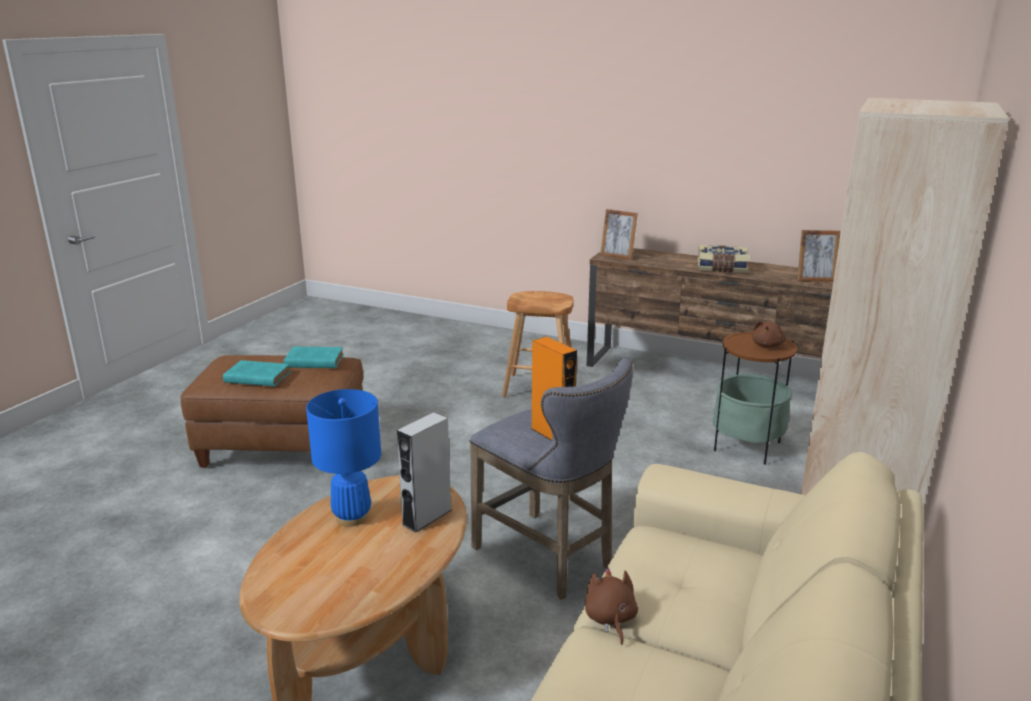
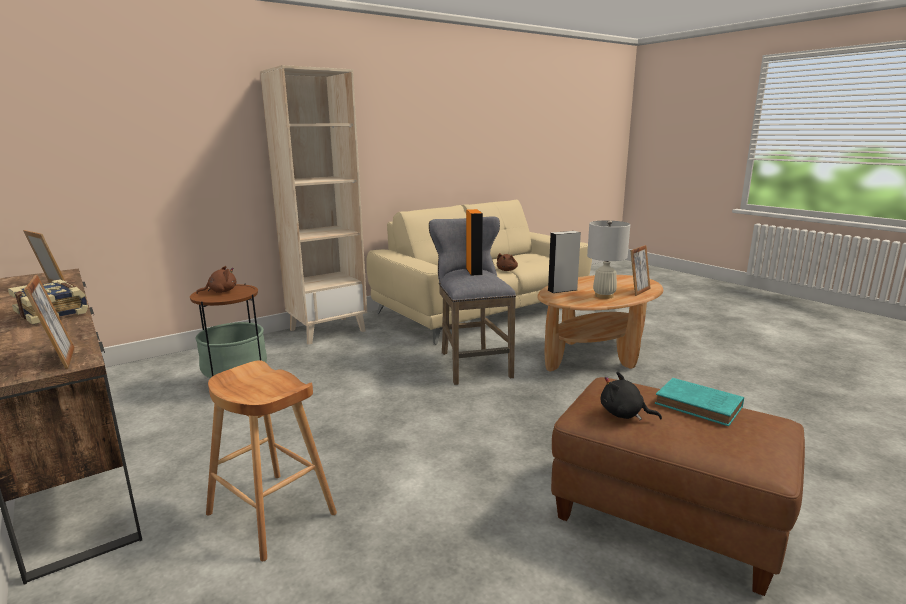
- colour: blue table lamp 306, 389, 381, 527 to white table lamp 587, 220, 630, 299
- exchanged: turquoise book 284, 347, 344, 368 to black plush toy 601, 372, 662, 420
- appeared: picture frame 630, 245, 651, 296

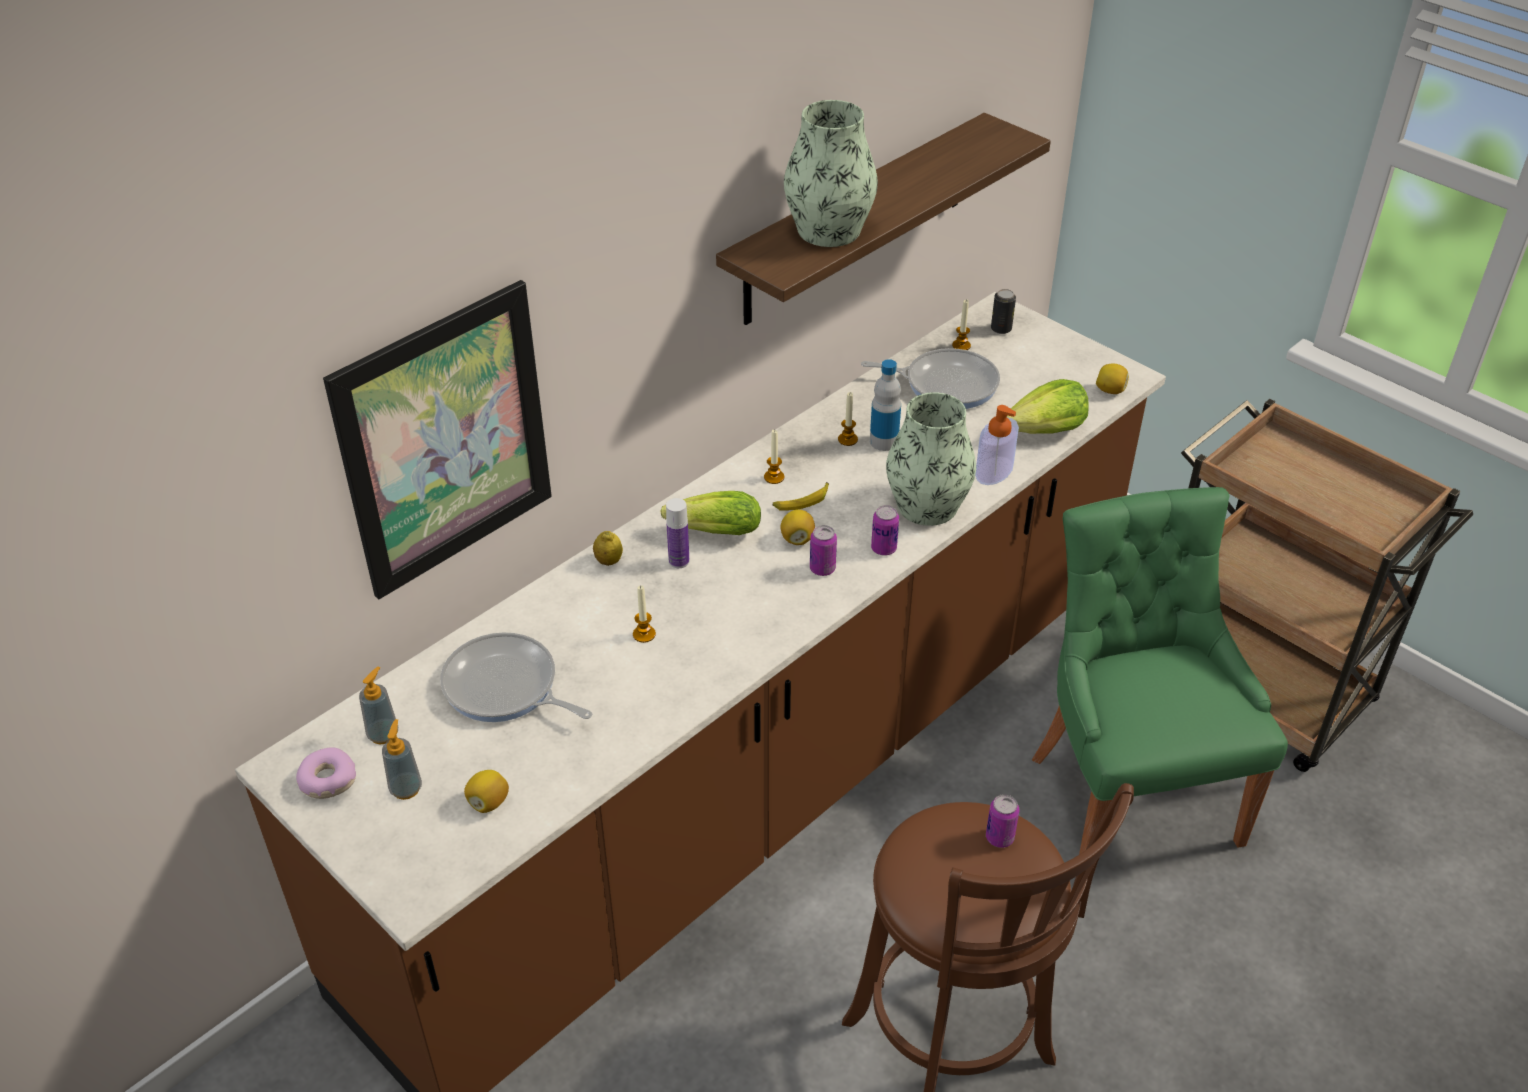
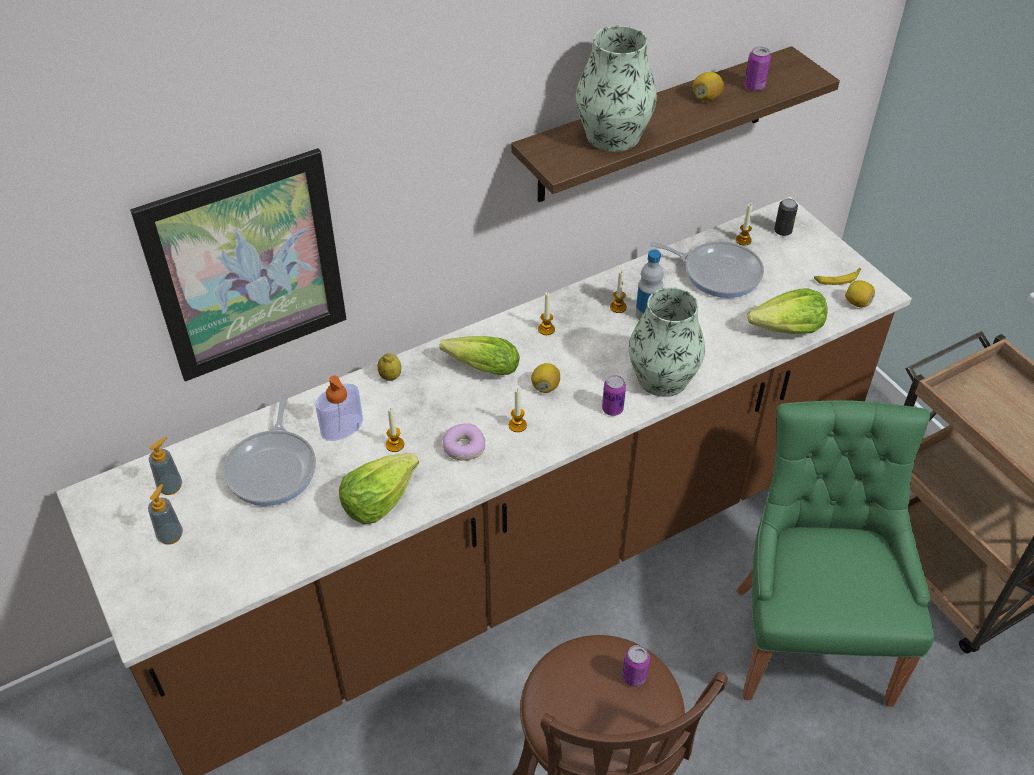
- spun: frying pan 440, 632, 593, 722 = 223, 394, 316, 506 135 degrees counterclockwise
- relocated: soap dispenser 975, 405, 1019, 485 to 315, 376, 363, 441
- appeared: lettuce 339, 453, 419, 524
- relocated: donut 296, 747, 356, 799 to 443, 423, 485, 461
- appeared: candle 509, 388, 527, 432
- relocated: lemon 464, 770, 509, 813 to 693, 72, 724, 101
- relocated: can 810, 525, 837, 576 to 744, 46, 771, 91
- relocated: banana 773, 482, 829, 511 to 814, 268, 861, 285
- missing: bottle 666, 498, 689, 568

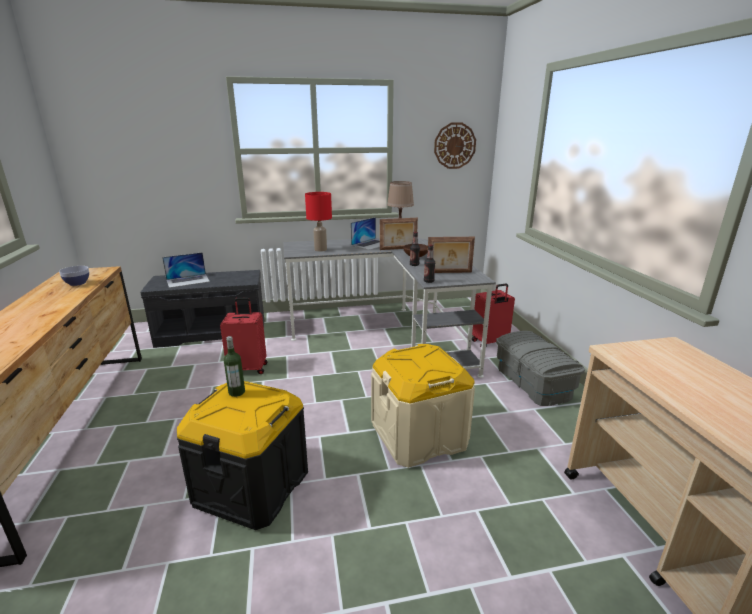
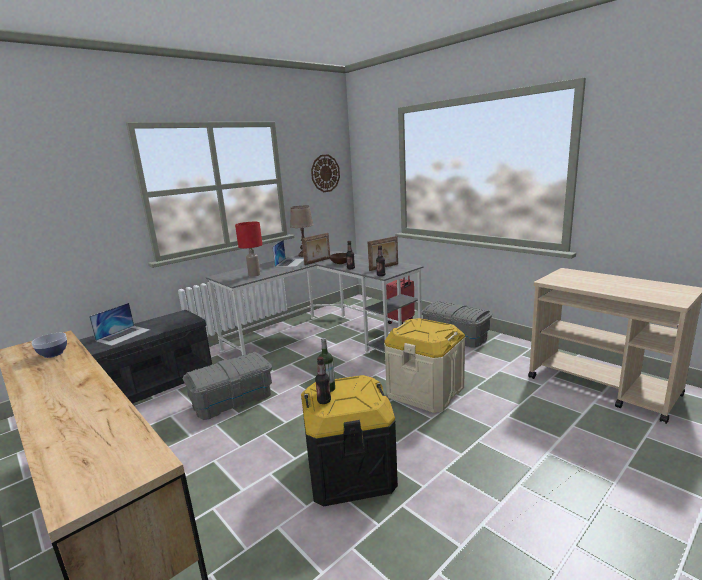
- exchanged: red suitcase 220, 298, 267, 374 to grey storage box 183, 352, 272, 420
- appeared: bottle 315, 357, 331, 404

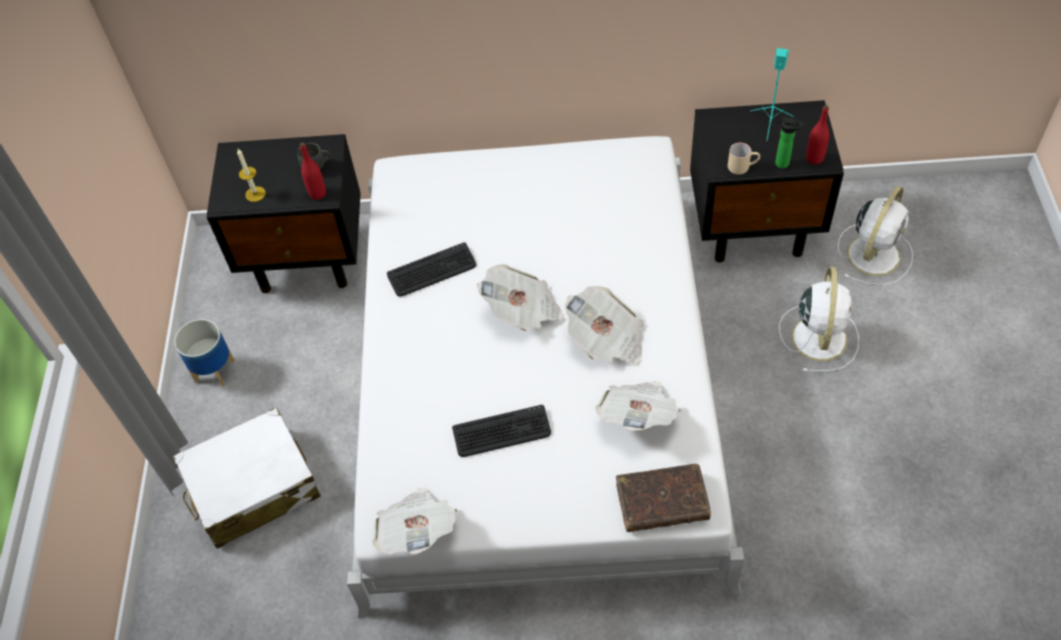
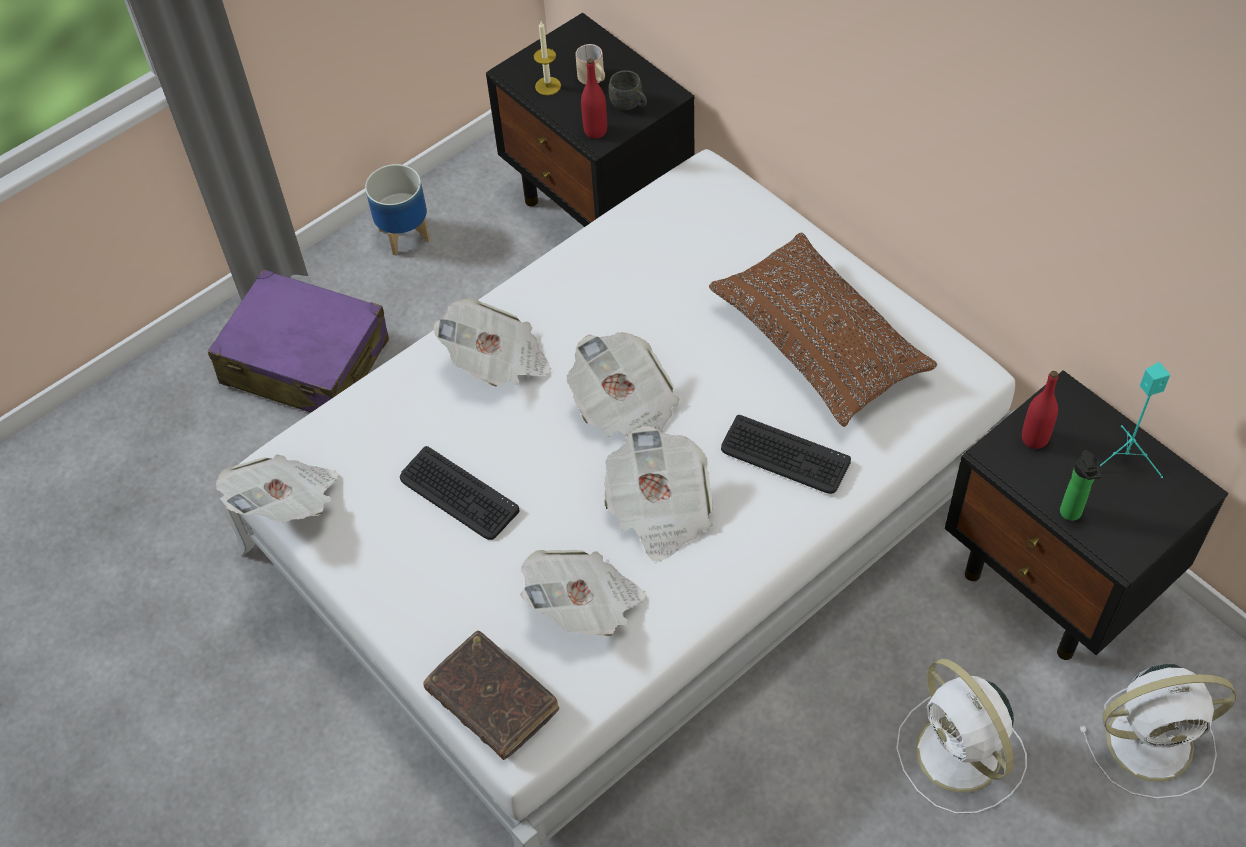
- colour: white suitcase 173, 407, 321, 549 to purple suitcase 208, 269, 389, 413
- appeared: newspaper 433, 298, 551, 387
- relocated: beige mug 728, 142, 760, 174 to 575, 44, 605, 85
- appeared: brown pillow 709, 233, 937, 427
- relocated: keyboard 387, 242, 476, 297 to 721, 415, 851, 494
- spun: white fan 779, 267, 859, 372 = 896, 659, 1027, 814 90 degrees clockwise
- relocated: red bottle 806, 105, 829, 165 to 1022, 371, 1058, 449

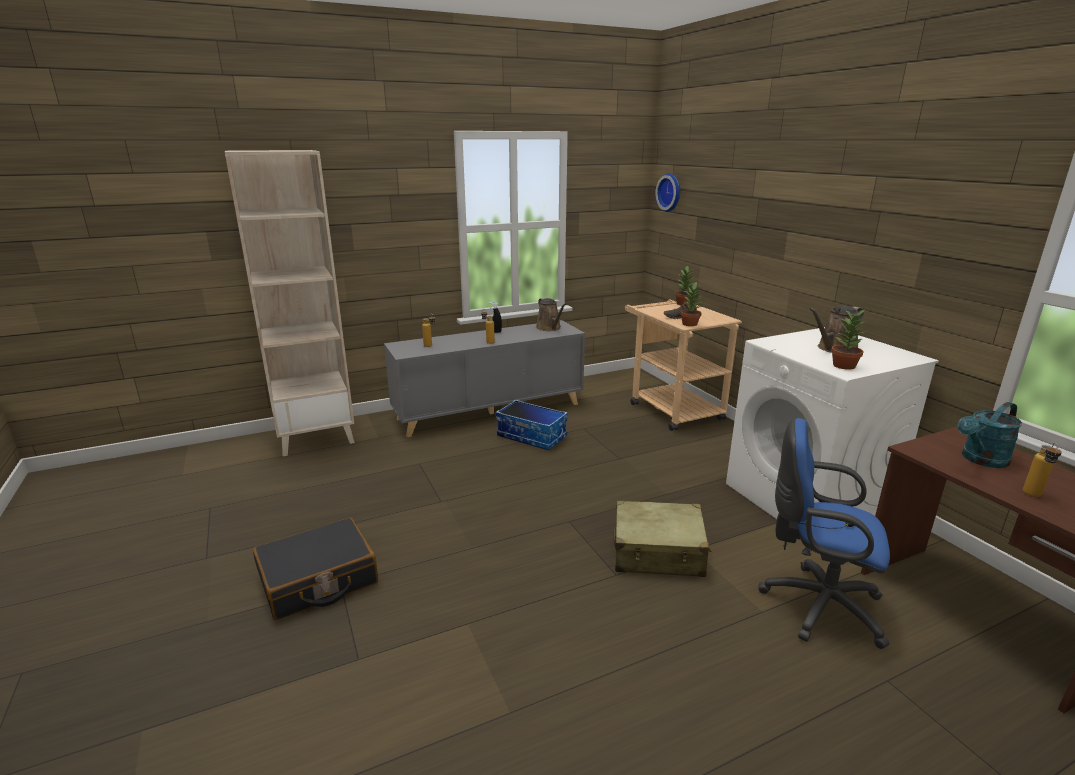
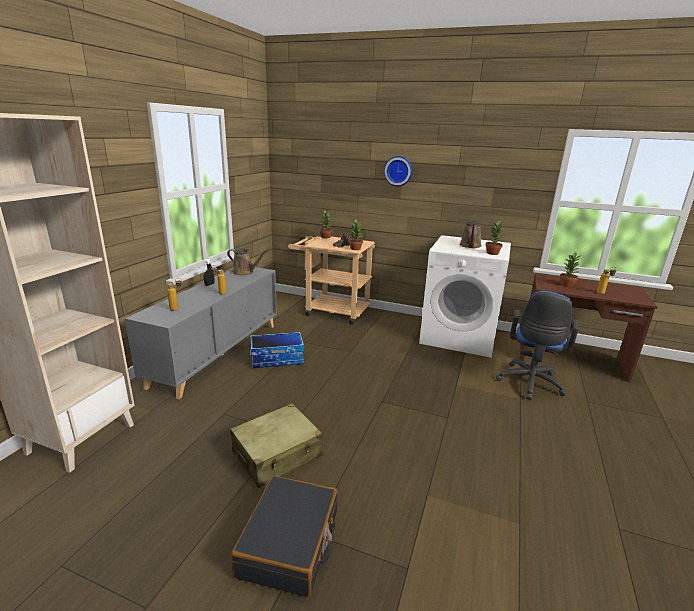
- relocated: beige suitcase 613, 501, 712, 577 to 230, 403, 323, 488
- relocated: wall clock 655, 173, 680, 212 to 384, 156, 412, 186
- spun: blue office chair 758, 418, 890, 649 = 496, 291, 578, 400 45 degrees counterclockwise
- exchanged: turquoise watering can 957, 402, 1022, 468 to potted plant 560, 252, 580, 287

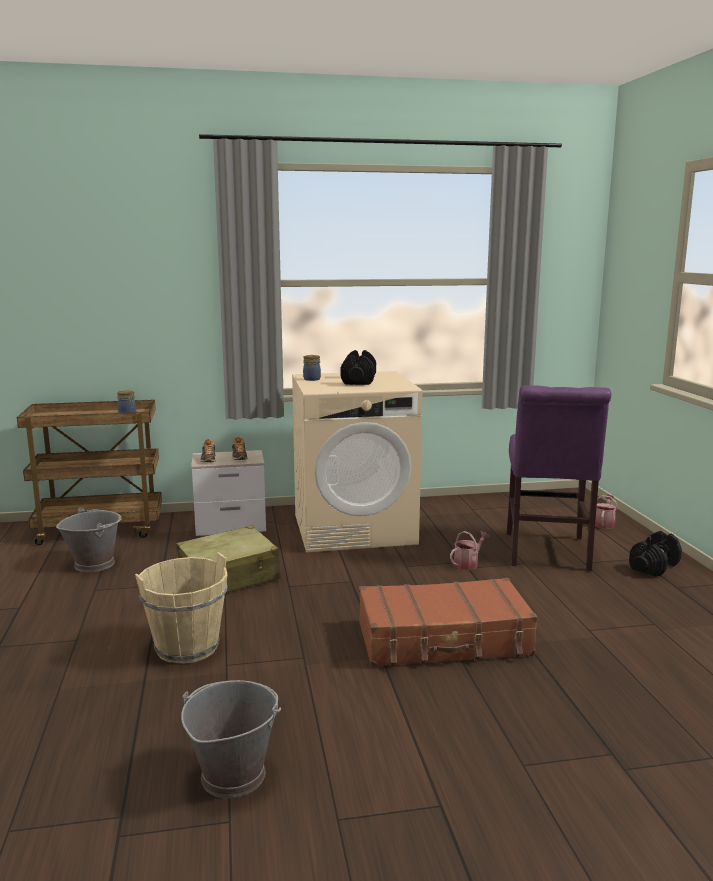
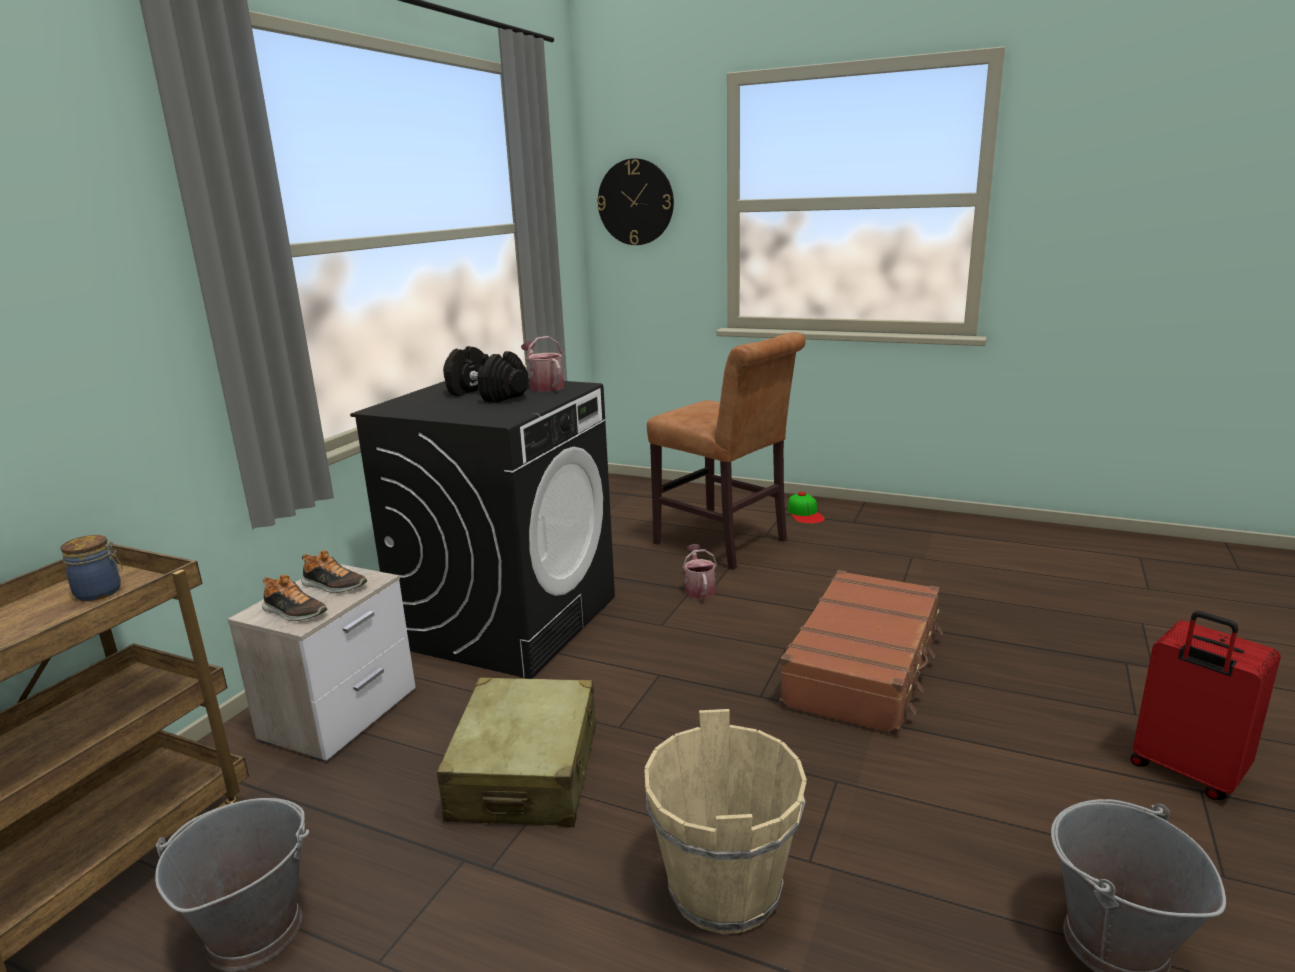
- colour: beige washing machine 292, 371, 423, 553 to black washing machine 350, 379, 615, 679
- relocated: watering can 595, 495, 618, 529 to 521, 336, 564, 392
- appeared: wall clock 597, 158, 674, 245
- colour: purple chair 507, 385, 611, 571 to brown chair 647, 332, 806, 570
- exchanged: black dumbbell 629, 531, 682, 577 to cap 788, 492, 825, 524
- appeared: red suitcase 1130, 611, 1281, 800
- missing: jar 303, 355, 321, 381

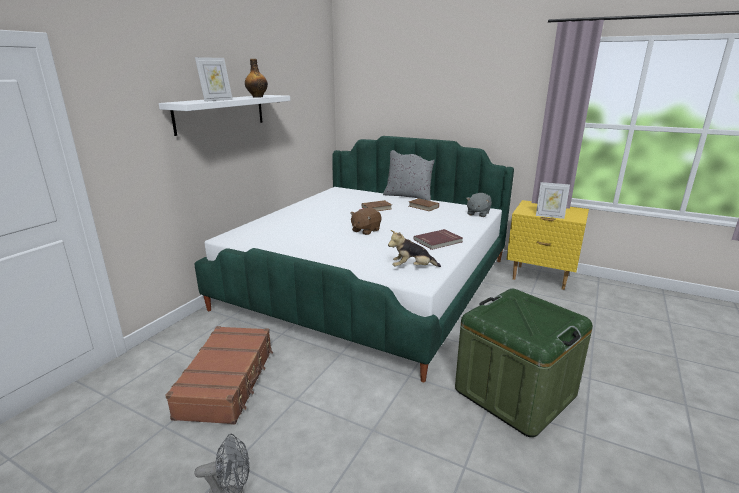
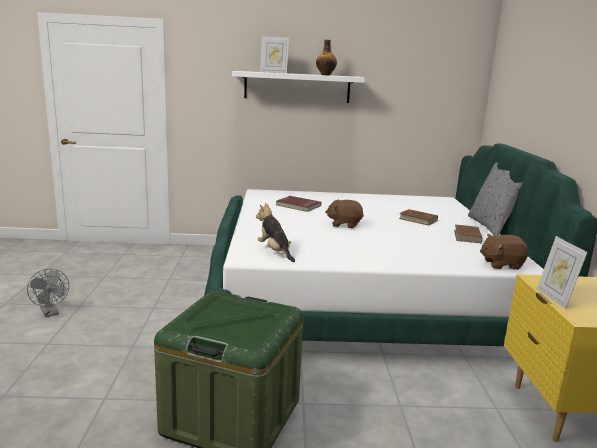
- relocated: red book 414, 229, 463, 250 to 276, 196, 322, 212
- colour: grey plush toy 466, 193, 492, 217 to brown plush toy 480, 234, 528, 270
- missing: brown suitcase 165, 326, 273, 425

